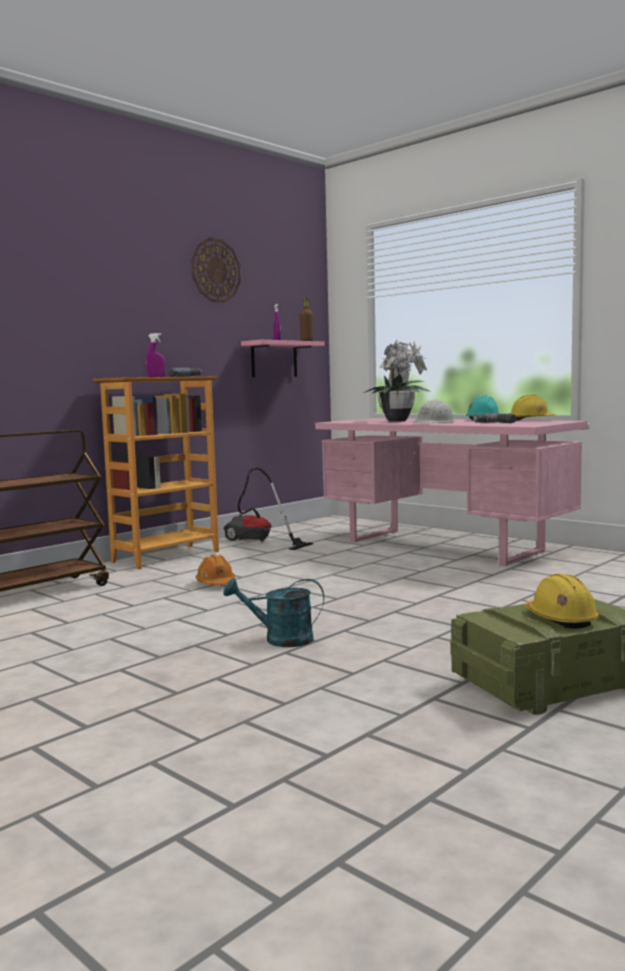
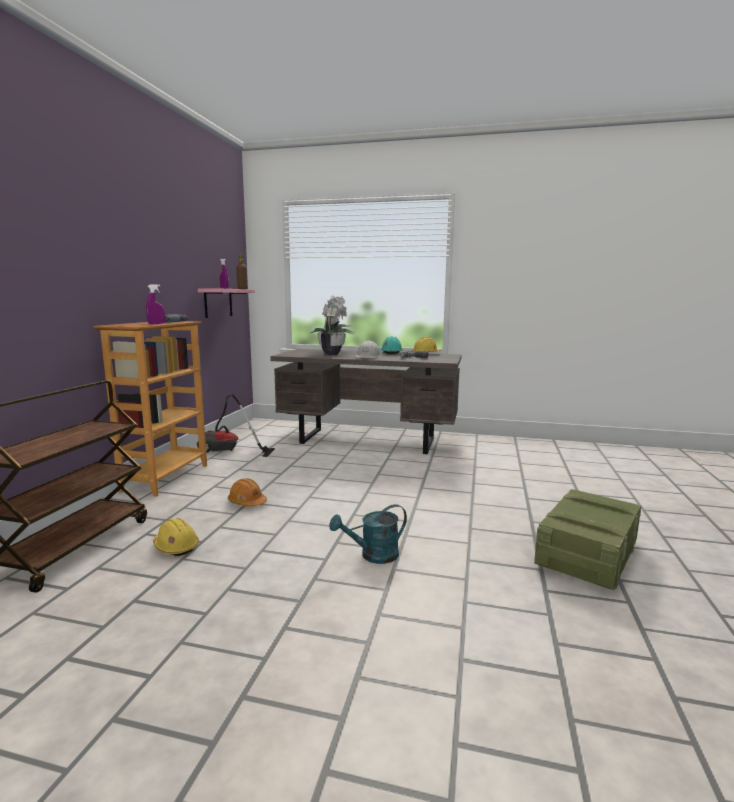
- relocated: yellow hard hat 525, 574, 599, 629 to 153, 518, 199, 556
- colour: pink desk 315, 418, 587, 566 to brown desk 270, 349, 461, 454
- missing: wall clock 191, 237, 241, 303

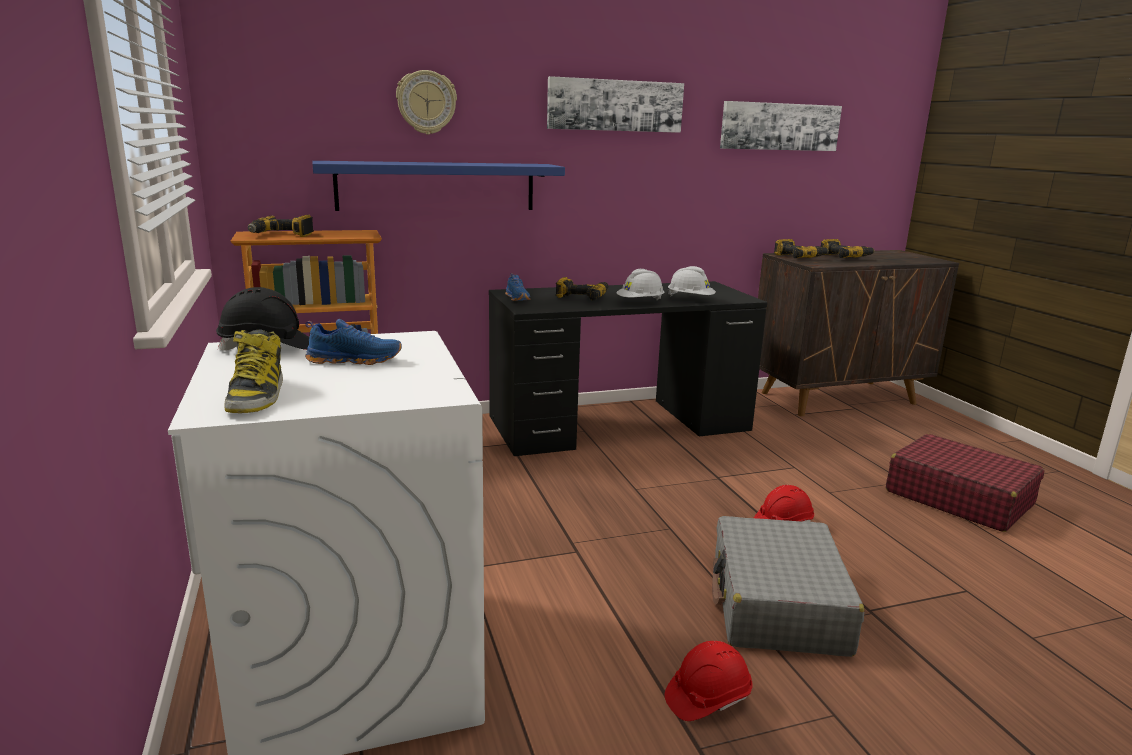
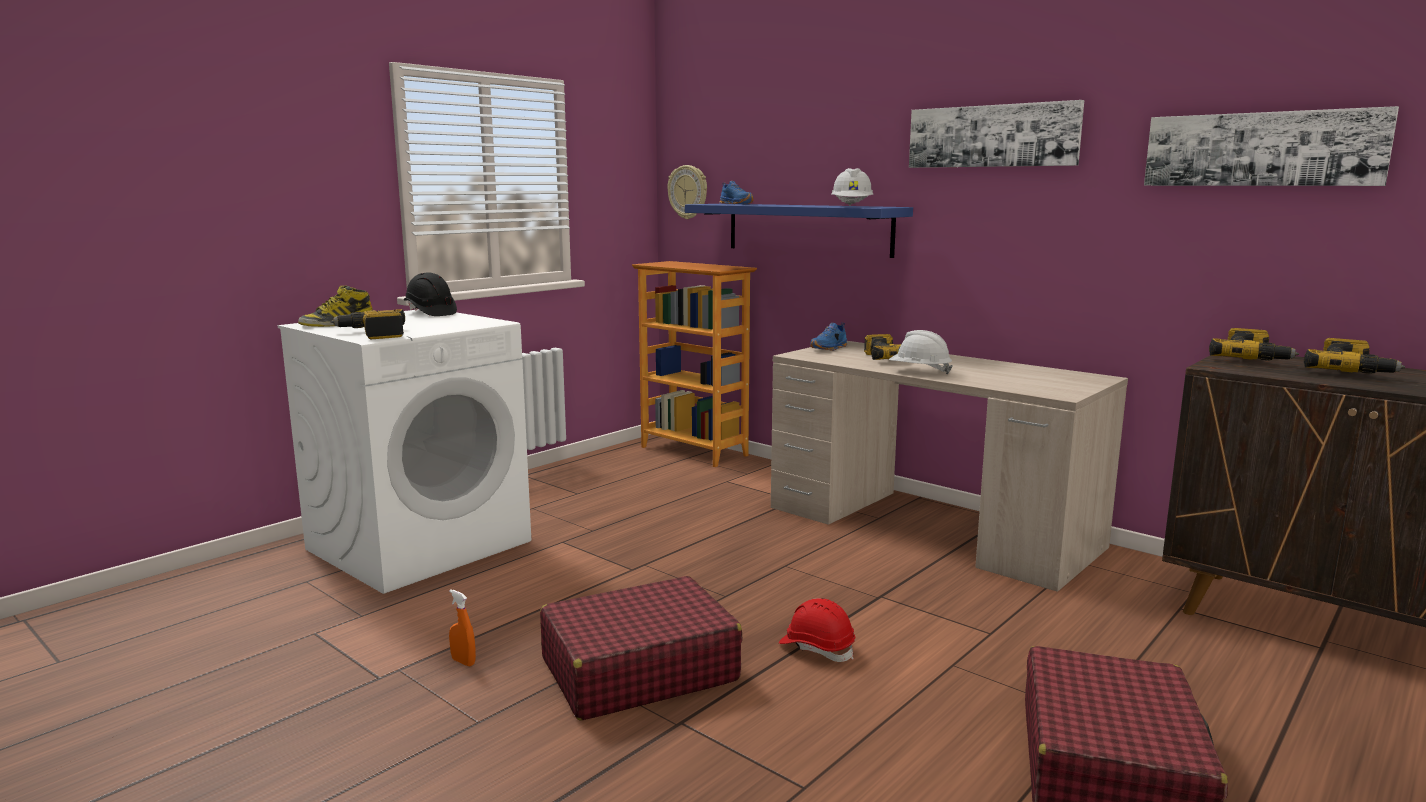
- relocated: power drill 248, 215, 314, 237 to 331, 309, 405, 339
- exchanged: red hard hat 665, 641, 753, 721 to orange spray bottle 449, 589, 476, 666
- colour: grey suitcase 712, 516, 864, 657 to red suitcase 540, 576, 742, 721
- relocated: wall clock 396, 70, 457, 135 to 667, 165, 707, 219
- relocated: blue shoe 305, 319, 402, 365 to 719, 181, 754, 204
- colour: black desk 489, 281, 767, 456 to beige desk 771, 341, 1128, 592
- relocated: white hard hat 668, 266, 716, 296 to 831, 168, 874, 206

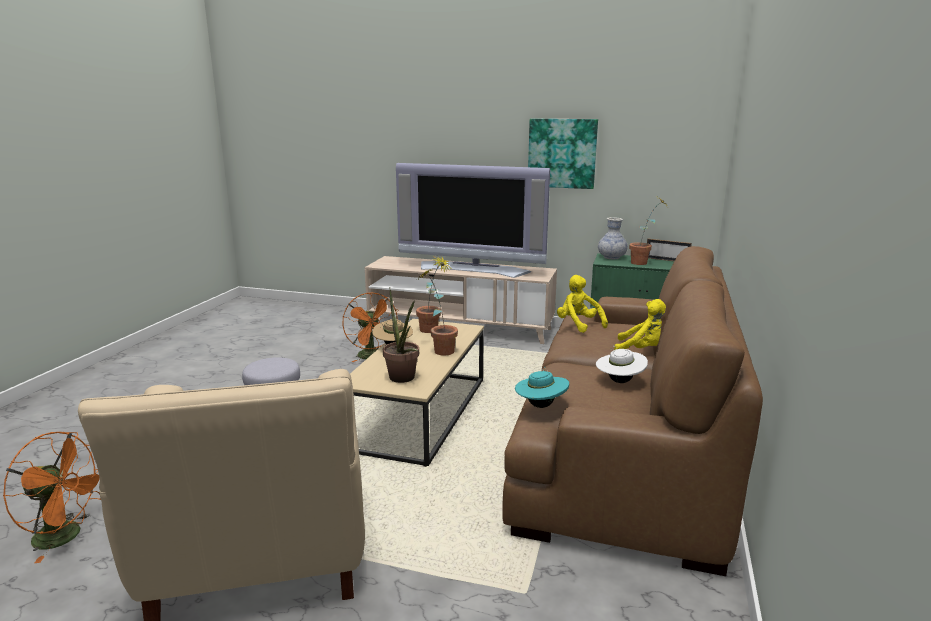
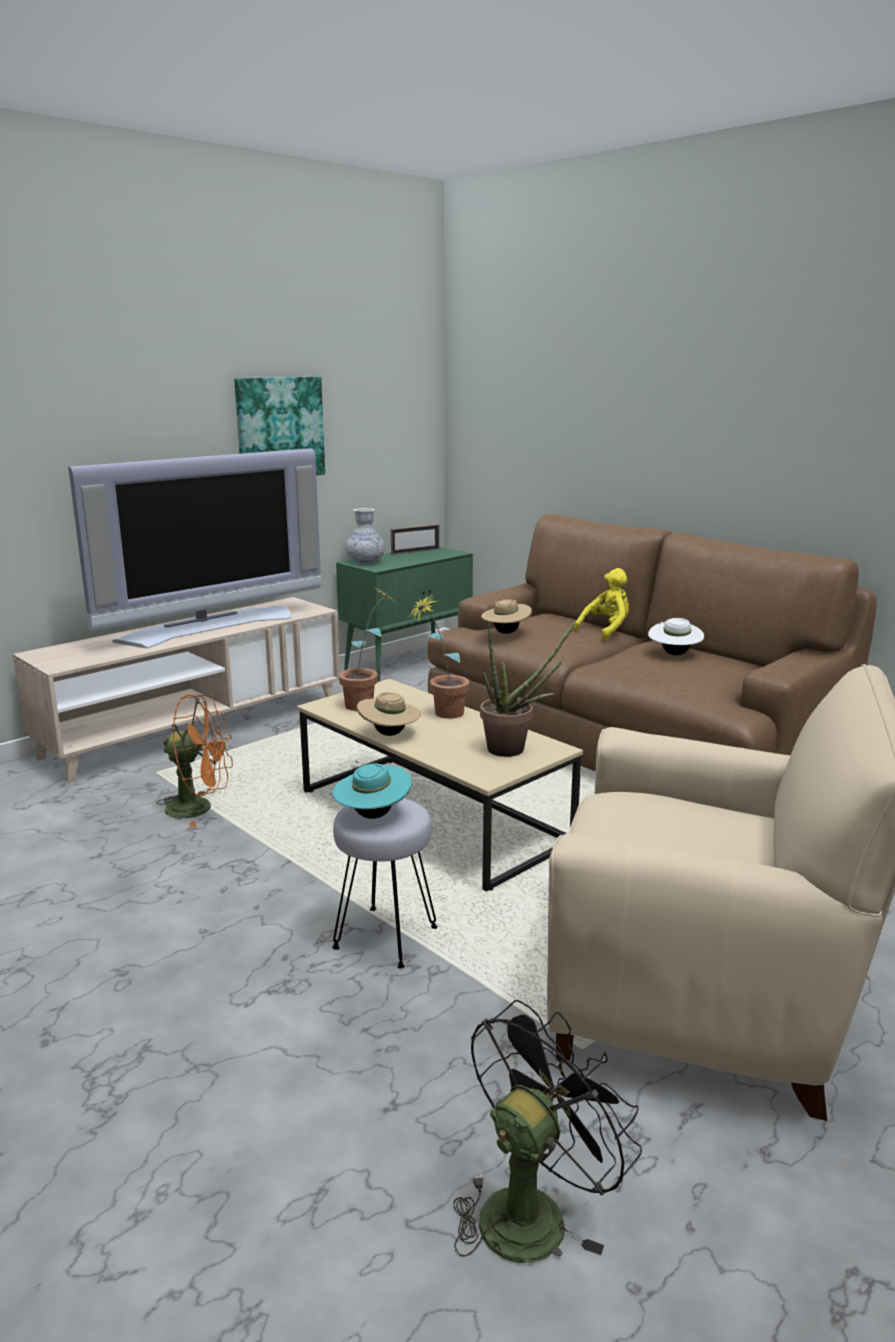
- relocated: turquoise hat 515, 367, 569, 408 to 332, 761, 412, 819
- colour: orange fan 3, 432, 101, 563 to black fan 453, 1000, 642, 1263
- exchanged: yellow plush toy 557, 275, 608, 333 to beige hat 481, 597, 532, 634
- missing: potted plant 629, 197, 667, 265

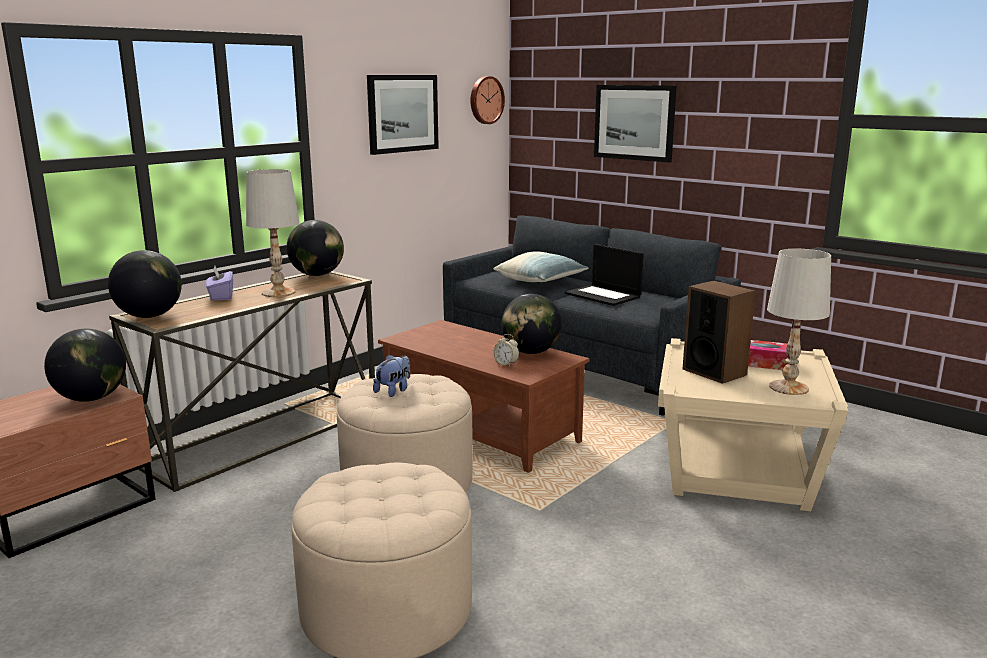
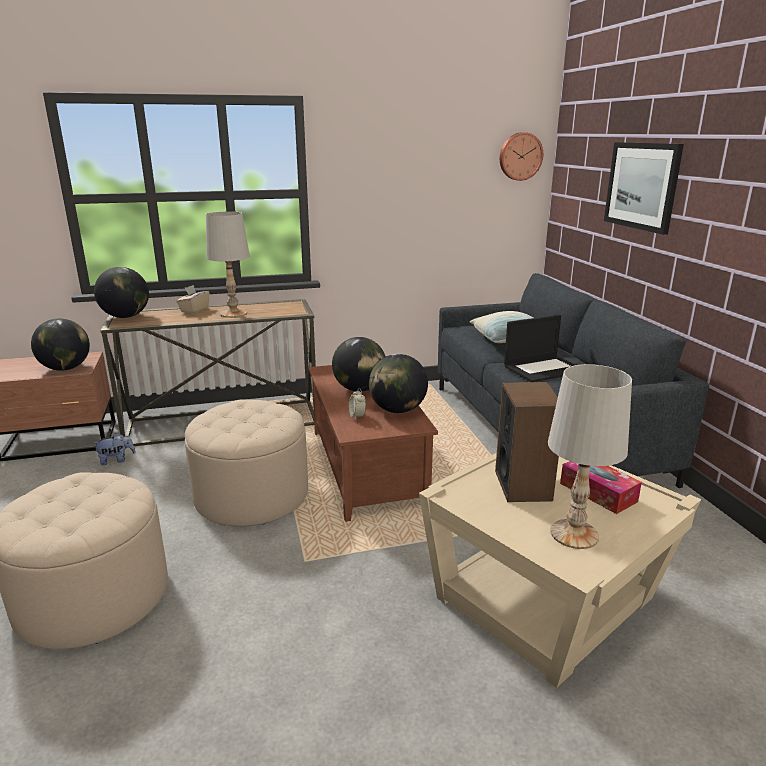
- relocated: plush toy 373, 355, 410, 397 to 92, 433, 136, 465
- colour: purple tissue box 206, 266, 233, 301 to beige tissue box 176, 285, 210, 313
- relocated: globe 287, 220, 344, 276 to 332, 337, 386, 392
- spun: laptop 565, 244, 644, 306 = 504, 315, 574, 382 105 degrees counterclockwise
- missing: picture 367, 75, 439, 155

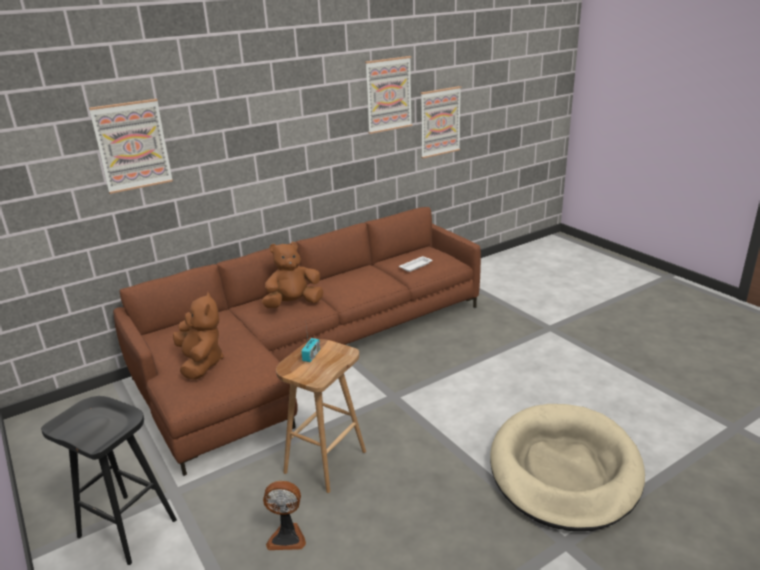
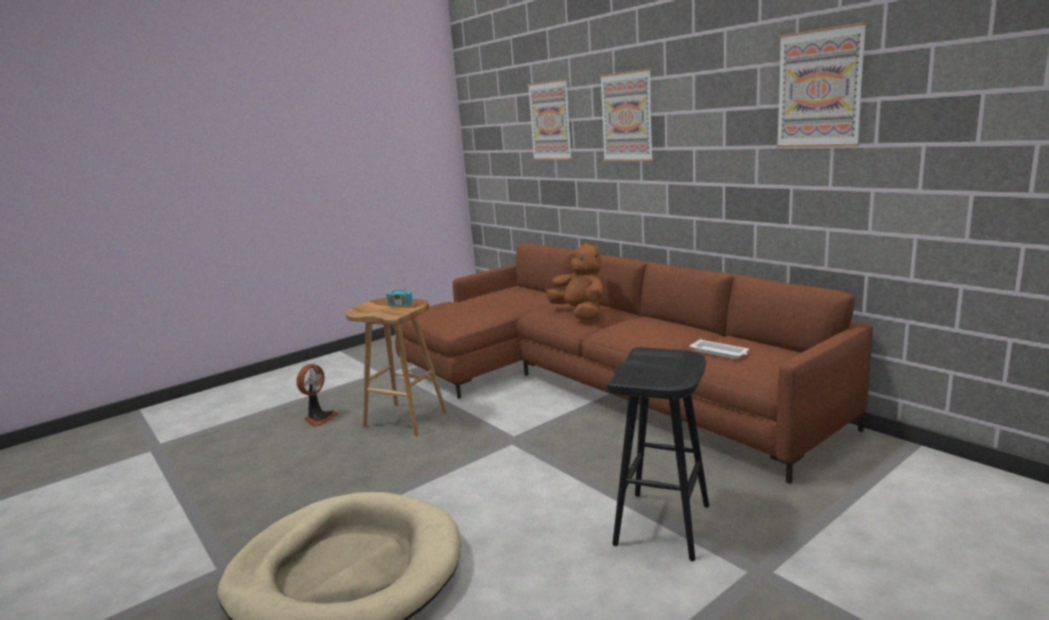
- spun: fan 263, 481, 306, 550 = 296, 364, 338, 427 150 degrees counterclockwise
- relocated: picture 420, 86, 461, 158 to 599, 69, 654, 161
- relocated: black stool 41, 396, 177, 565 to 606, 347, 709, 561
- missing: brown plush toy 173, 292, 224, 380

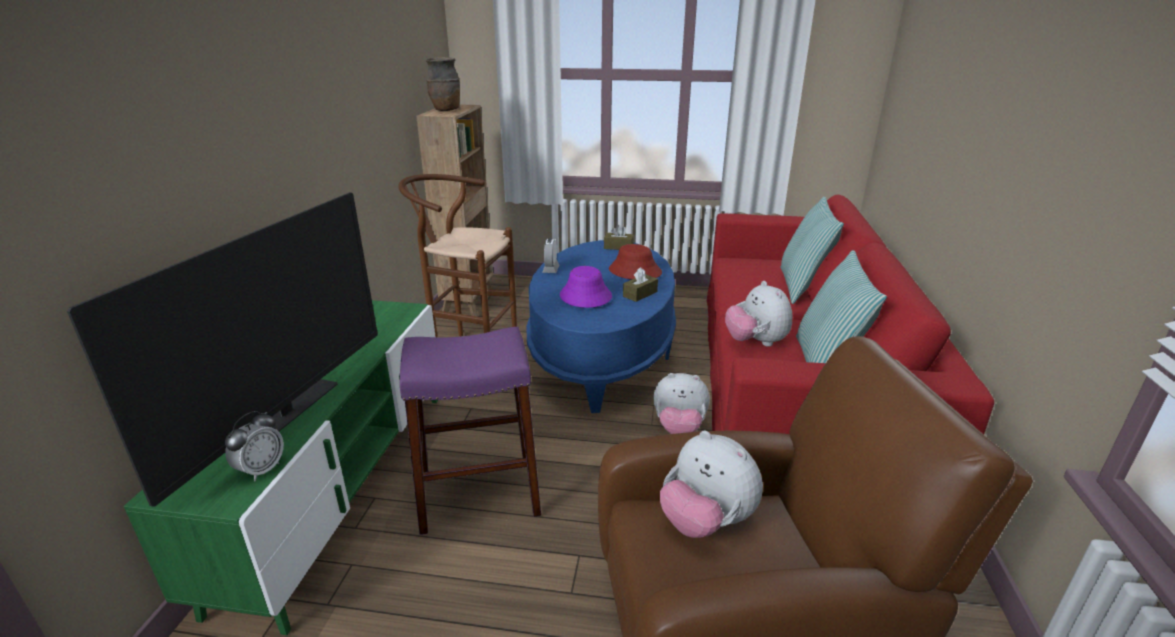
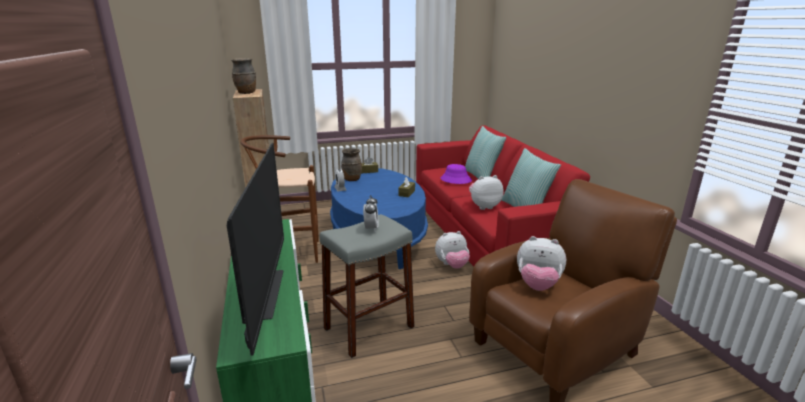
- colour: purple stool 400, 327, 541, 535 to grey stool 320, 214, 415, 358
- appeared: brown vase 341, 148, 362, 181
- relocated: alarm clock 225, 411, 284, 481 to 363, 195, 378, 231
- relocated: purple hat 560, 266, 612, 308 to 441, 164, 472, 184
- spun: plush toy 725, 281, 793, 347 = 469, 175, 504, 210 120 degrees clockwise
- missing: red hat 609, 244, 662, 280

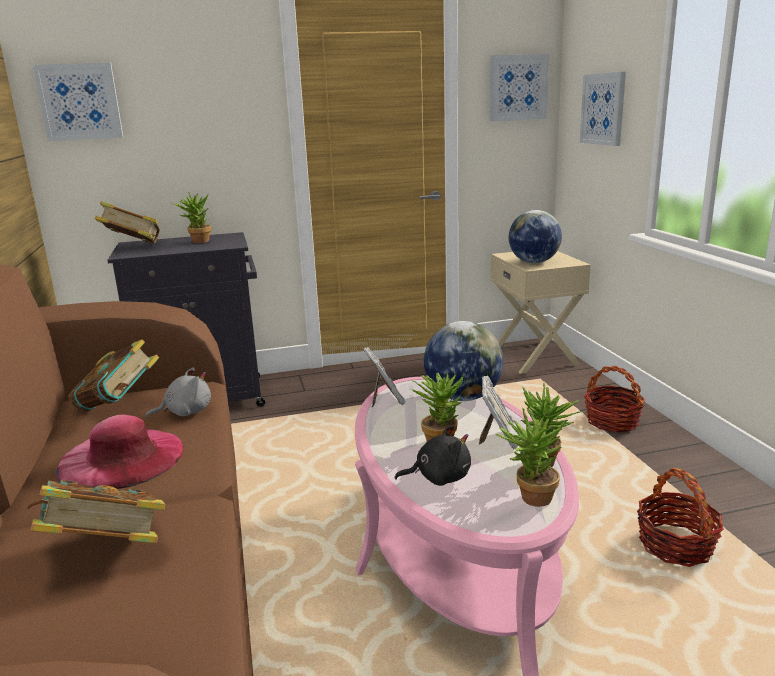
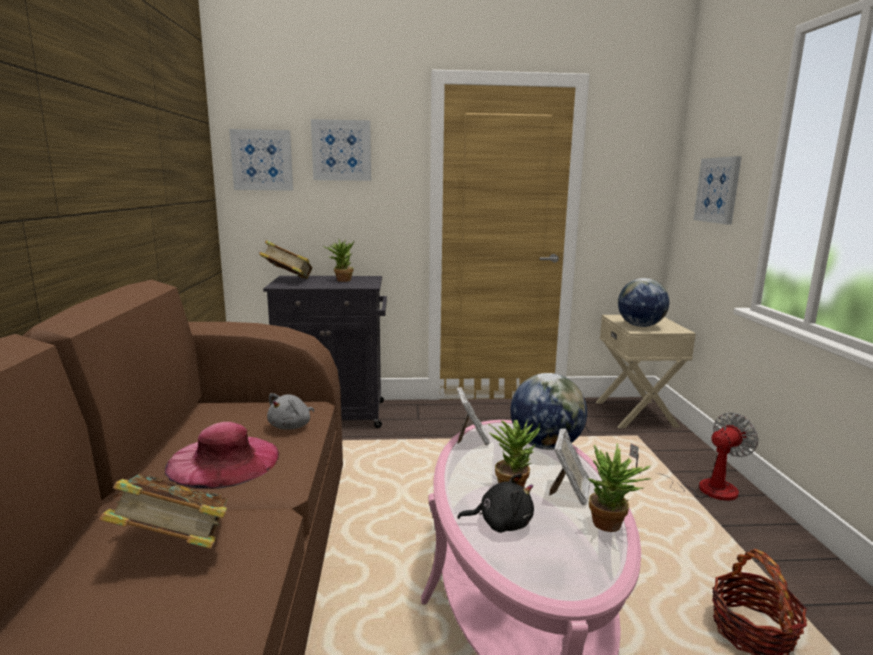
- spun: grey plush toy 145, 367, 211, 418 = 267, 393, 314, 430 135 degrees clockwise
- relocated: picture 489, 54, 549, 122 to 311, 119, 371, 181
- exchanged: basket 584, 366, 645, 433 to fan 630, 412, 758, 501
- missing: book 68, 339, 159, 411
- missing: potted plant 495, 408, 566, 507

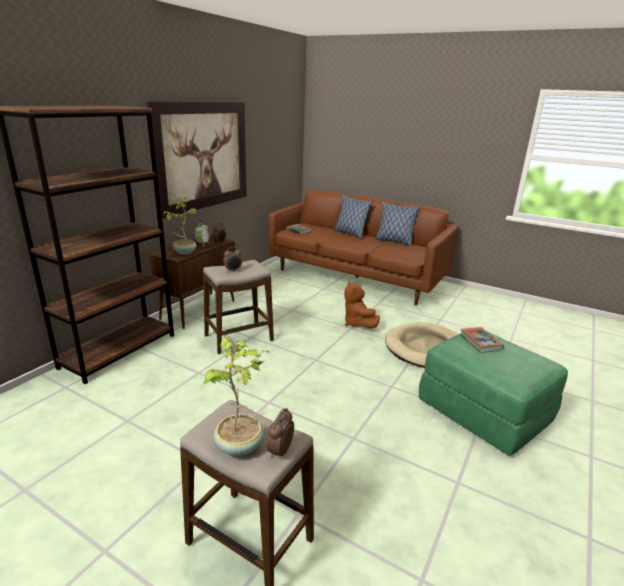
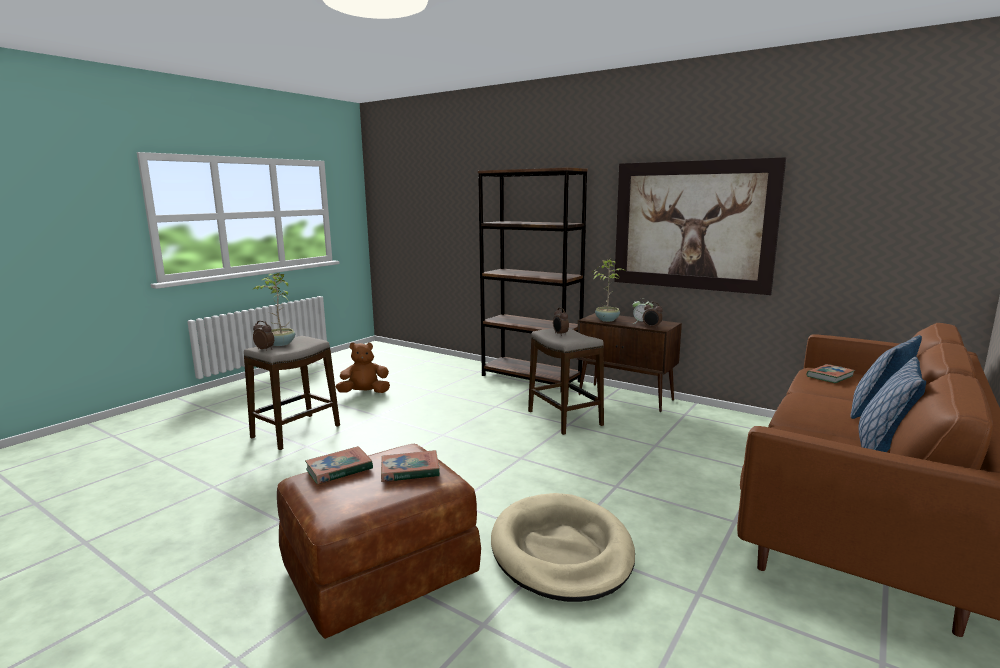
- colour: green ottoman 419, 332, 568, 456 to brown ottoman 277, 444, 481, 639
- appeared: book 305, 446, 373, 484
- relocated: brown plush toy 344, 281, 380, 328 to 336, 342, 390, 393

